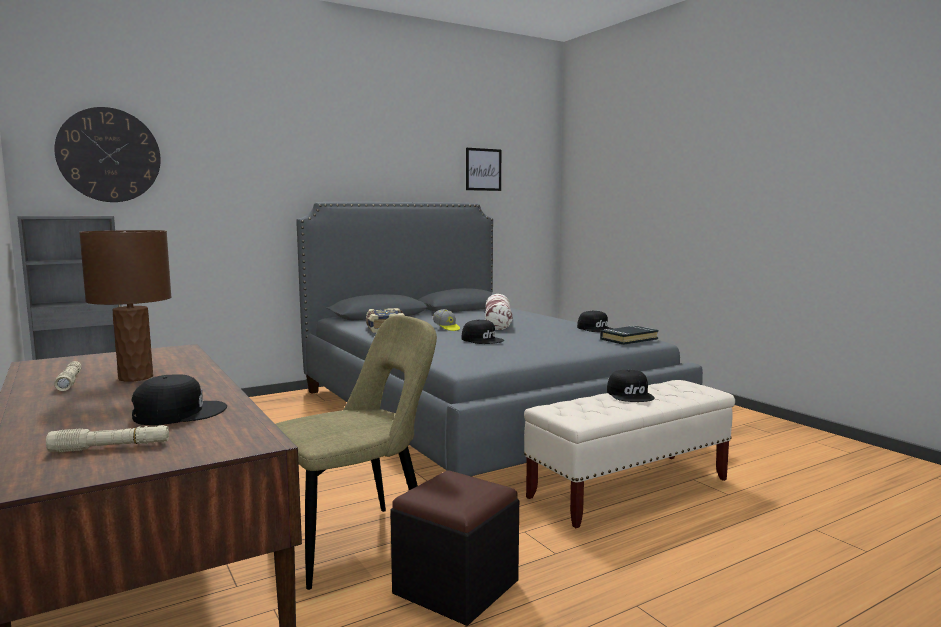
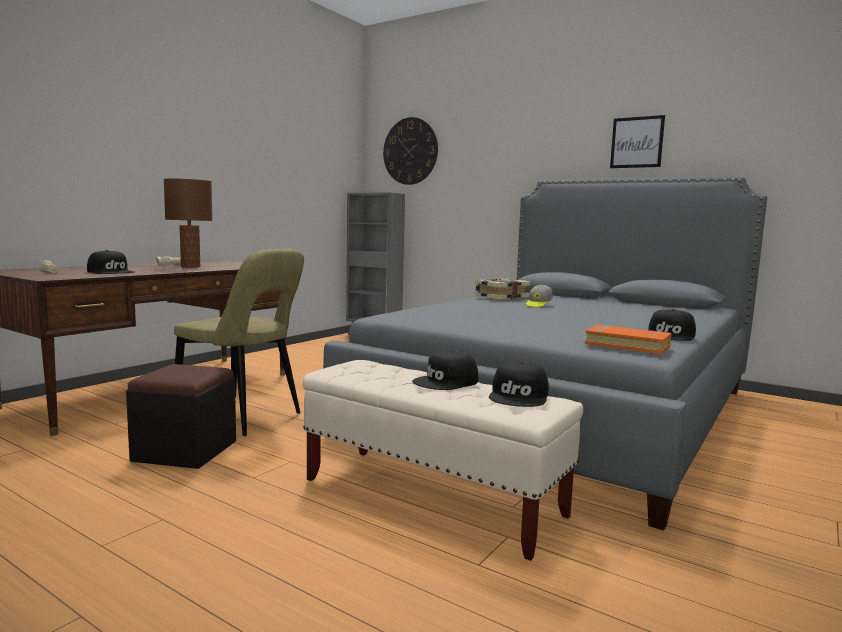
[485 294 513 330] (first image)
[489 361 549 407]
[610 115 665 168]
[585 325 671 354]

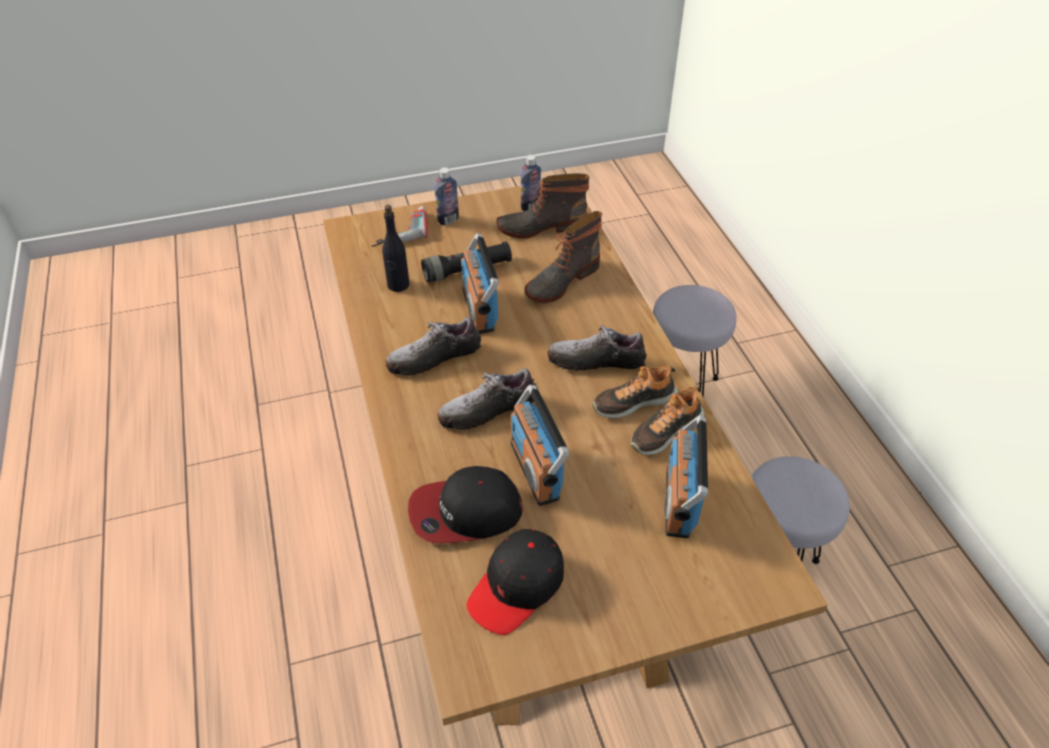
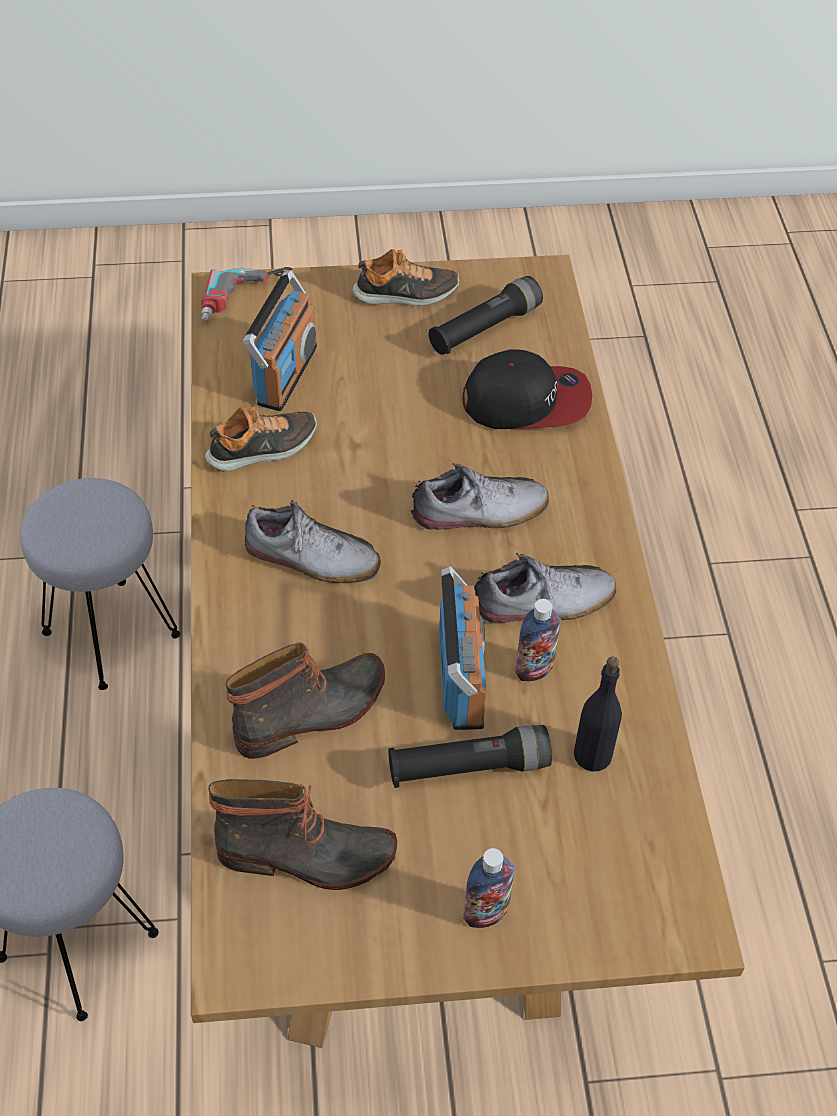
[510 385 569 506] (first image)
[201 267 293 321]
[515 599 561 681]
[353 249 460 306]
[428 276 543 355]

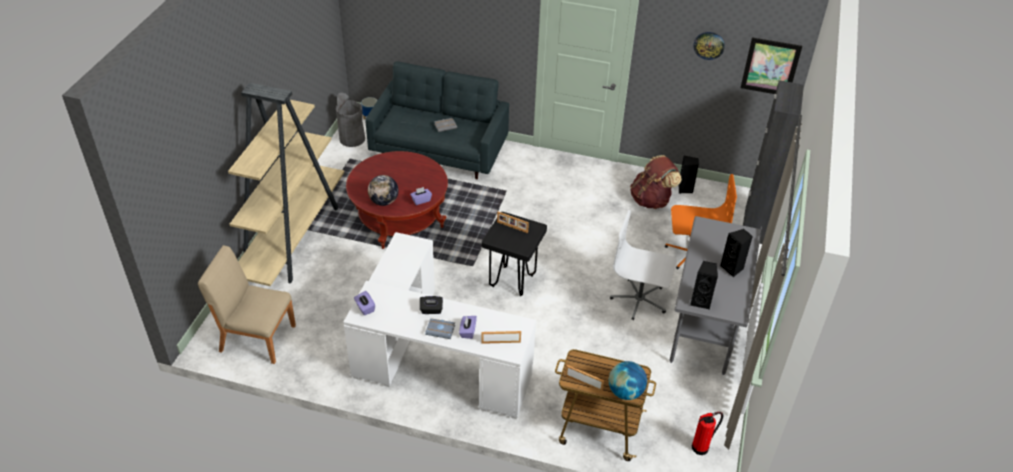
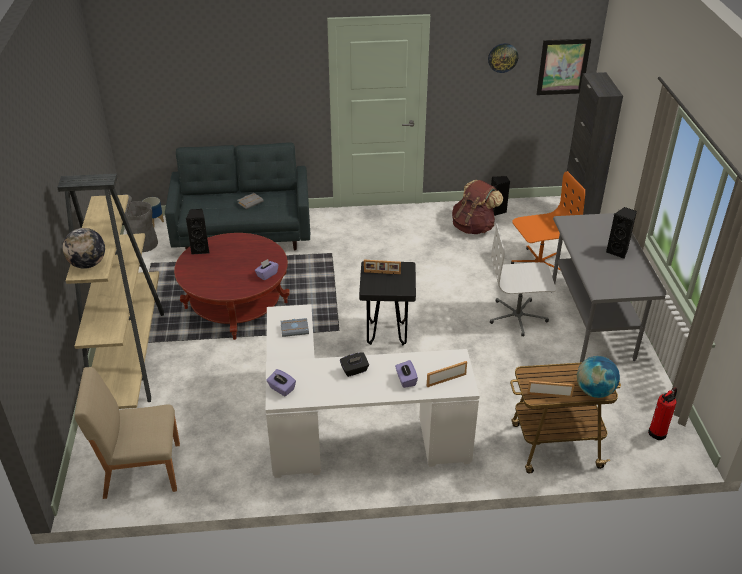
[63 228 105 269]
[281 318 309 337]
[186 209 209 255]

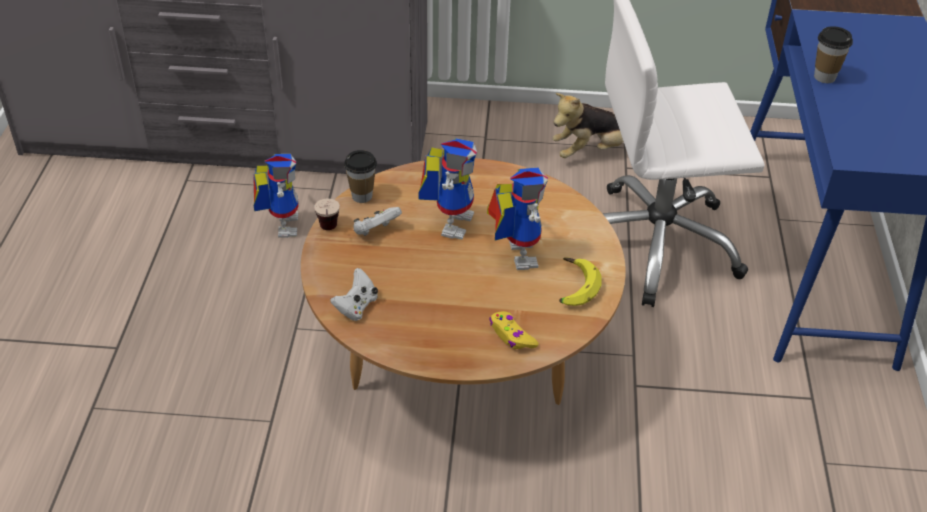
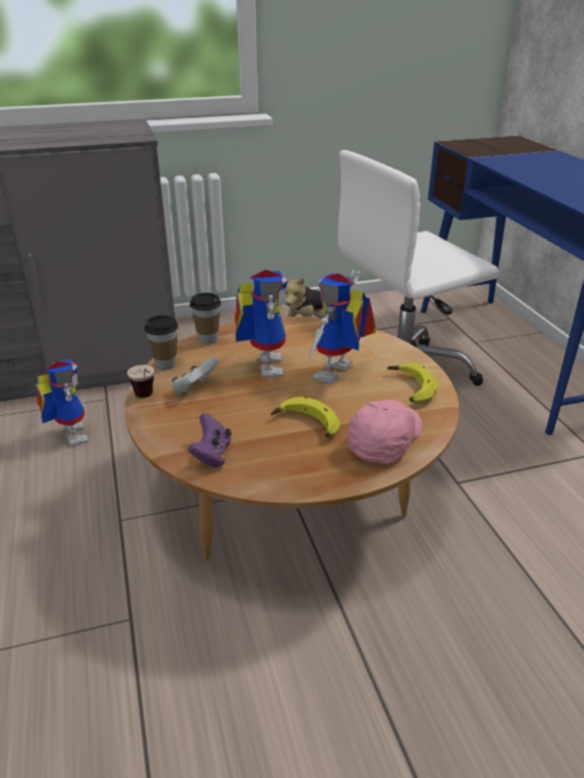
[271 397 340 437]
[190 293 221 344]
[348 400 422 464]
[188 413 231 468]
[308 270 376 384]

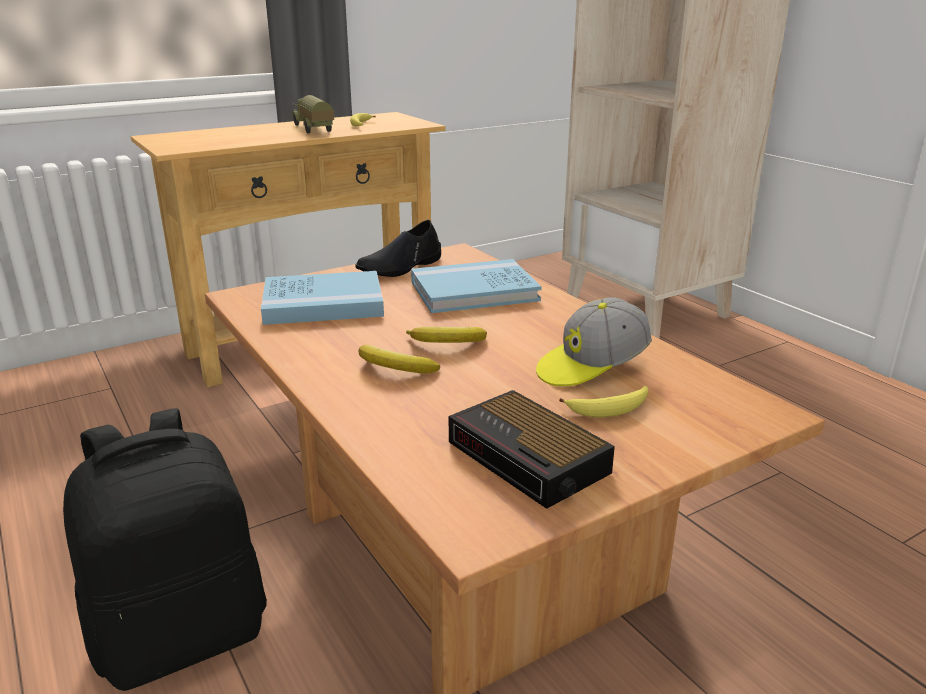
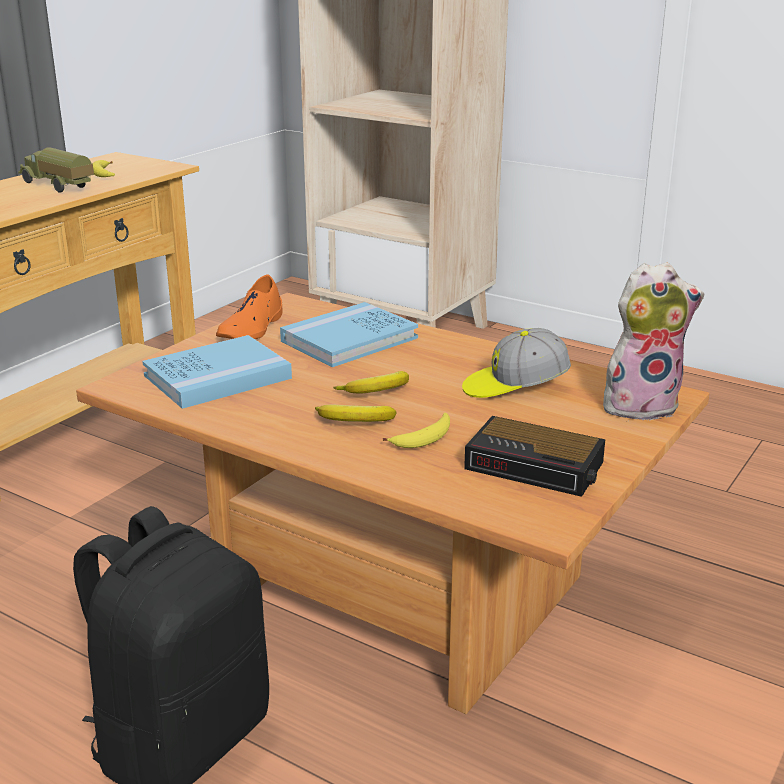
[603 263 704 421]
[383 413 450 448]
[216 274 283 339]
[462 328 571 398]

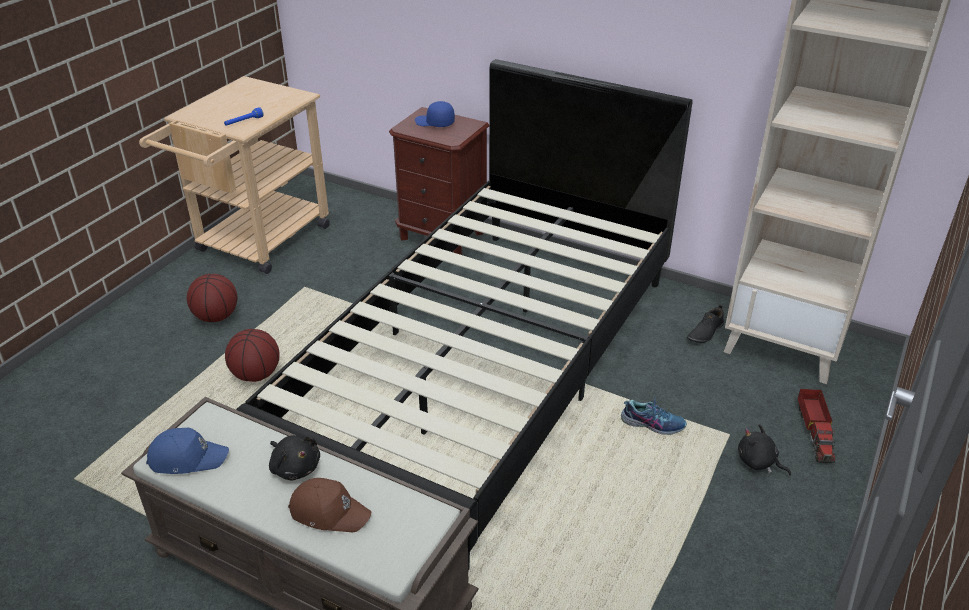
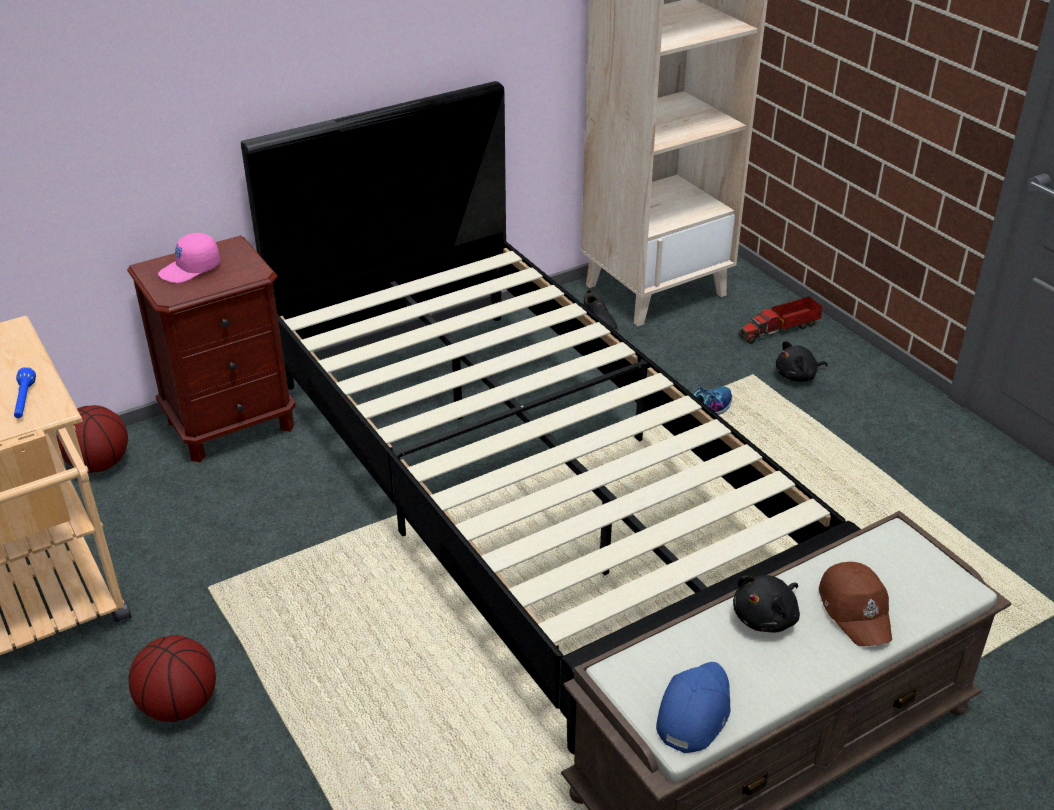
[57 405 128 473]
[158 233 220 283]
[733 575 800 632]
[819 562 892 646]
[738 296 823 344]

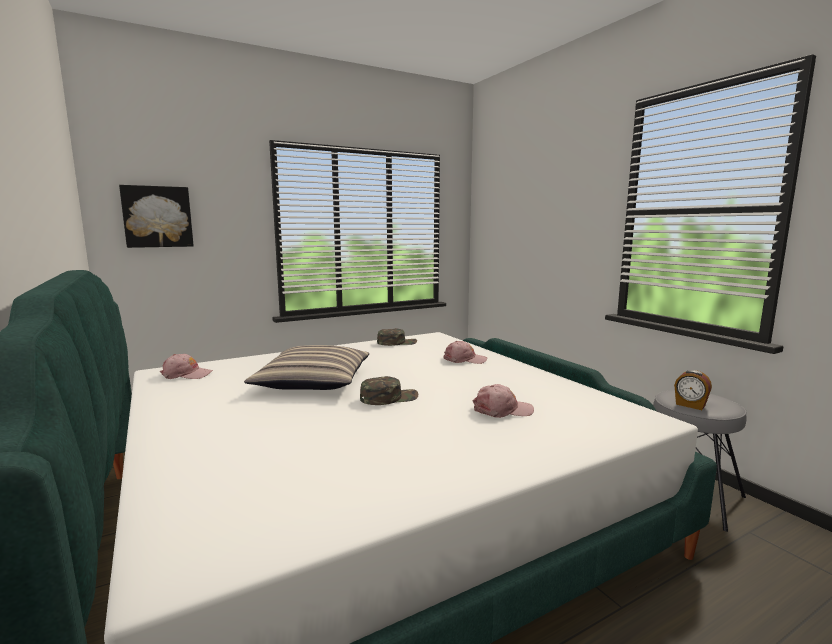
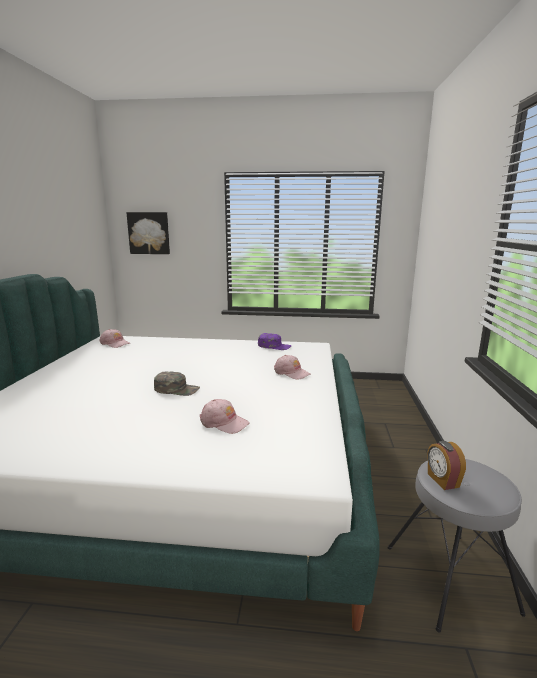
[244 345 369 390] (first image)
[258 333 292 350]

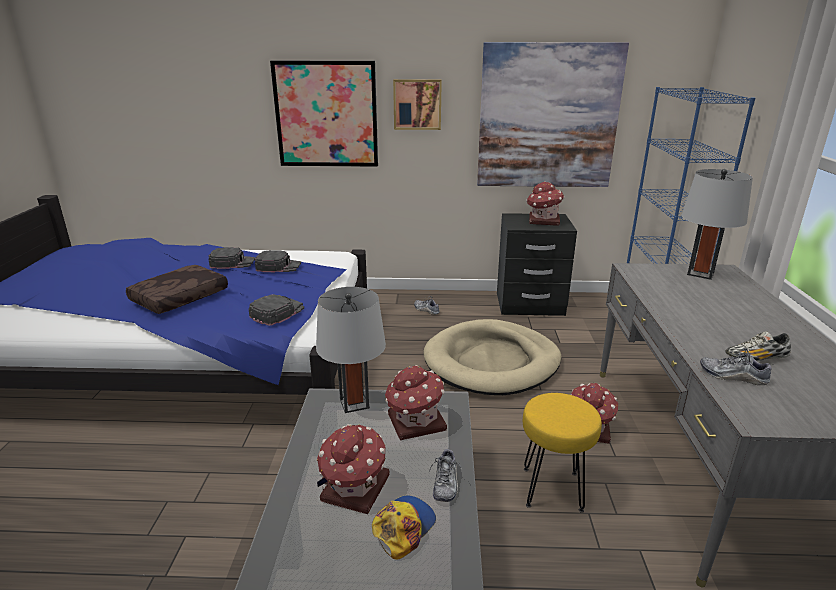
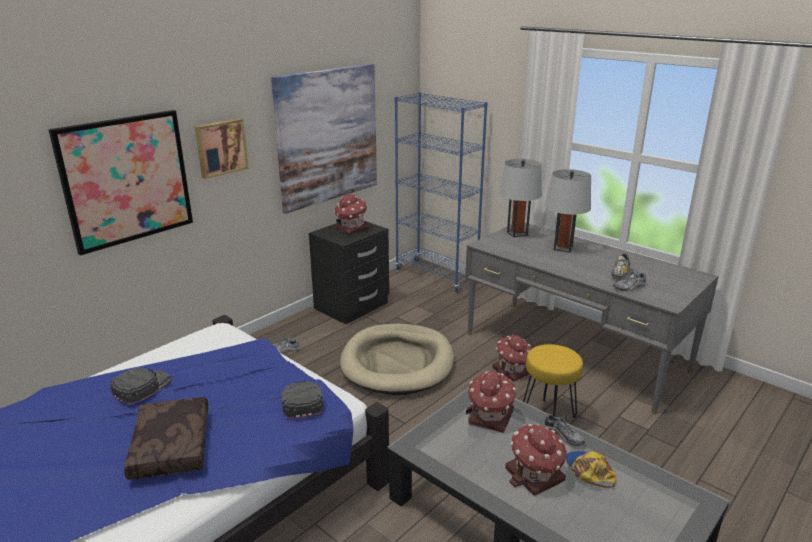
[255 250 301 272] (first image)
[545 169 591 253]

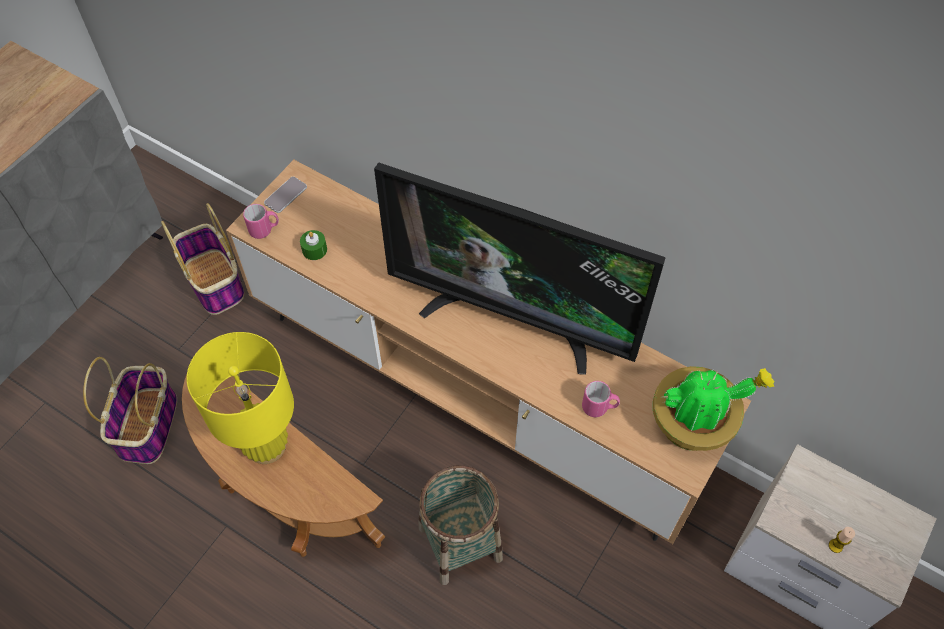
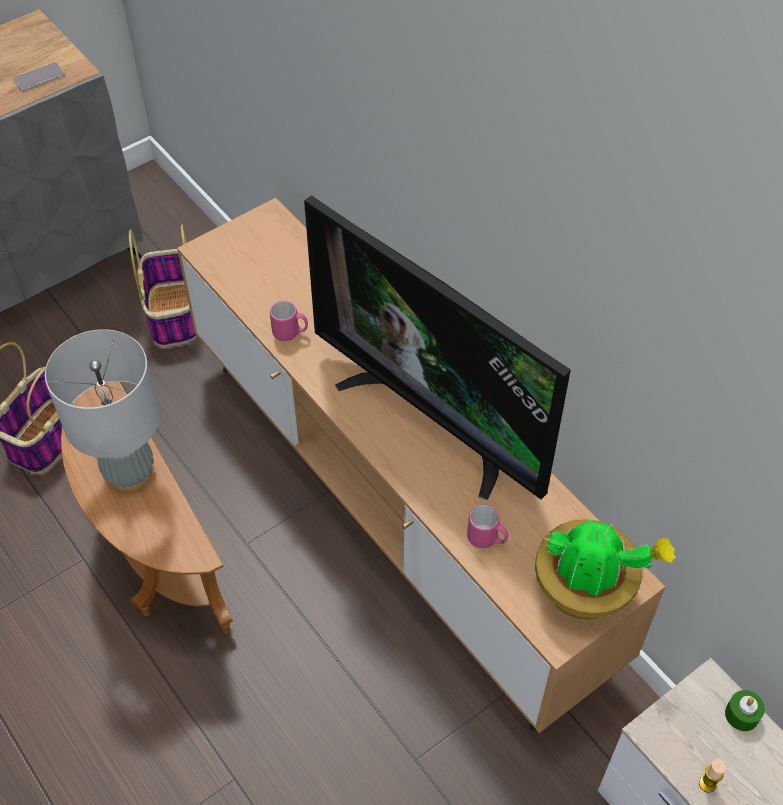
[419 466 503 585] (first image)
[270 301 308 341]
[13 62 65 91]
[725 690 765 731]
[45 329 160 492]

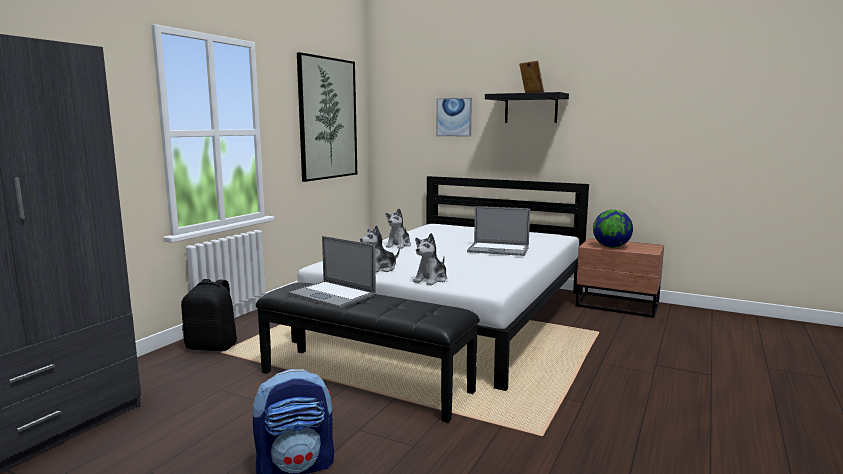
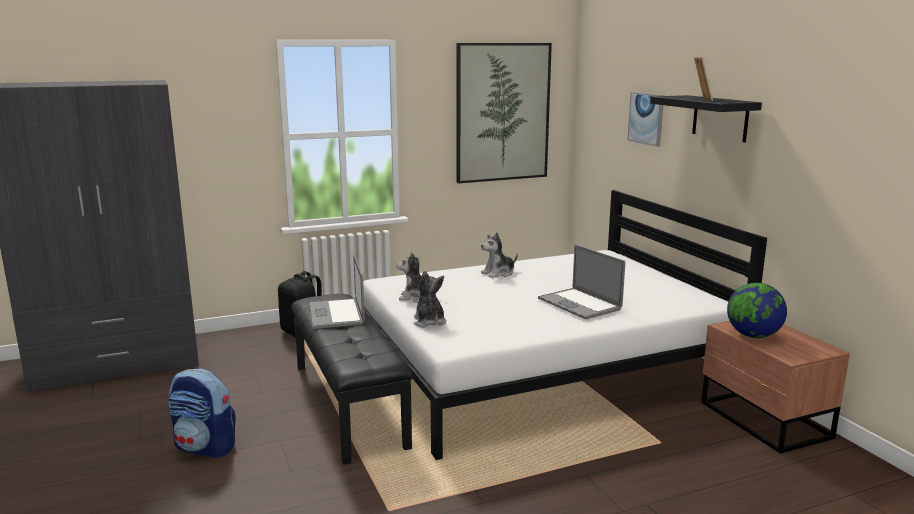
[413 271 446 328]

